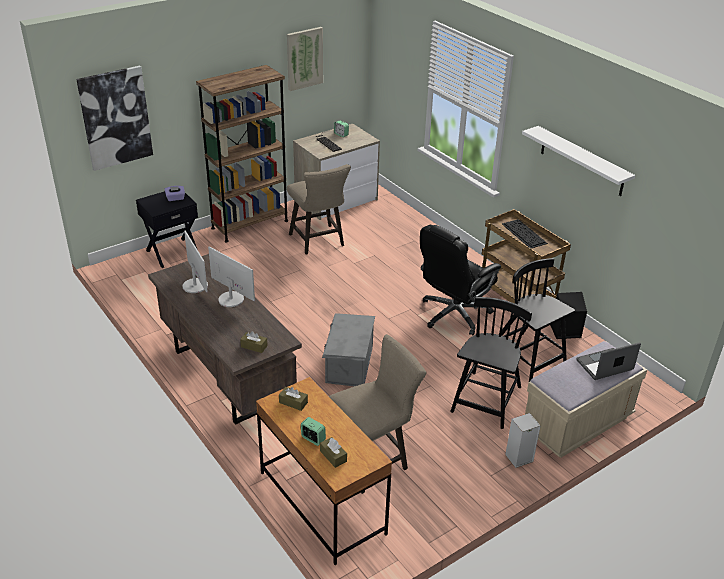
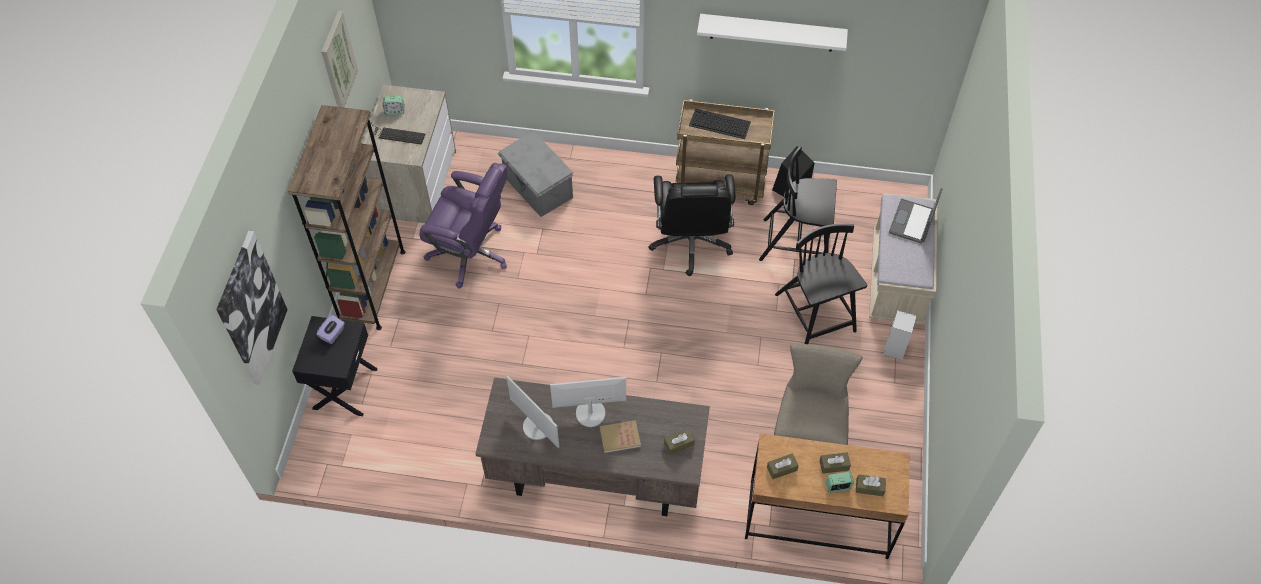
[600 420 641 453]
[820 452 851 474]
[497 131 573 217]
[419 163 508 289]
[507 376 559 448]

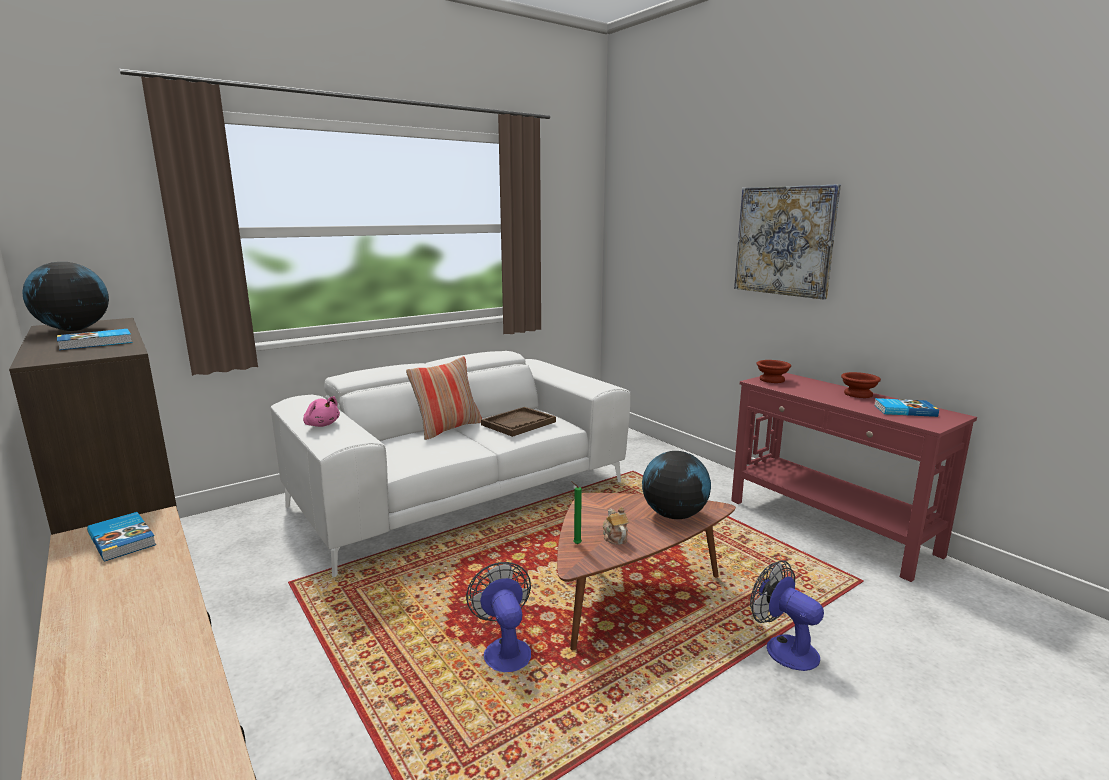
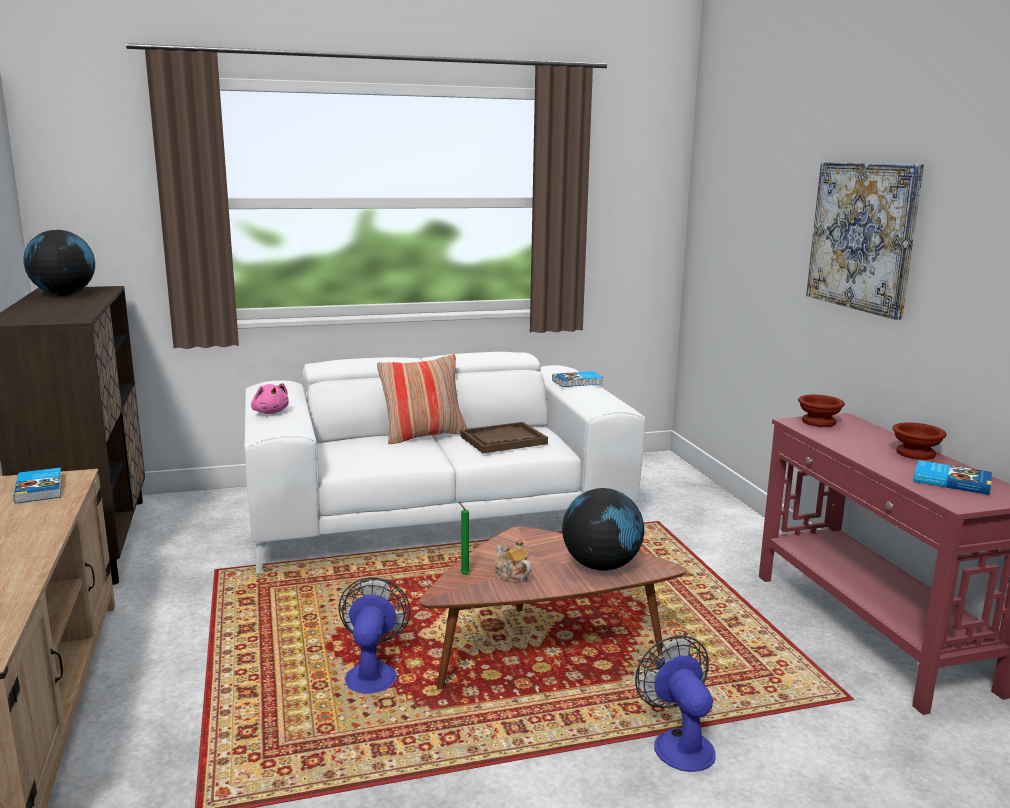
[552 371 604 387]
[495 539 531 583]

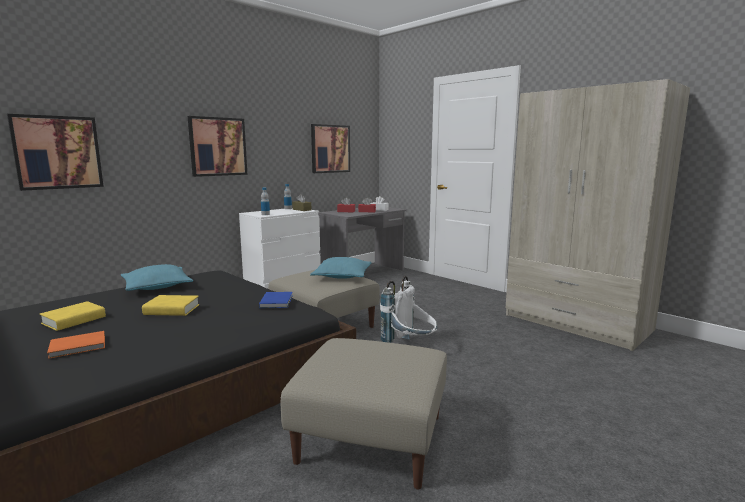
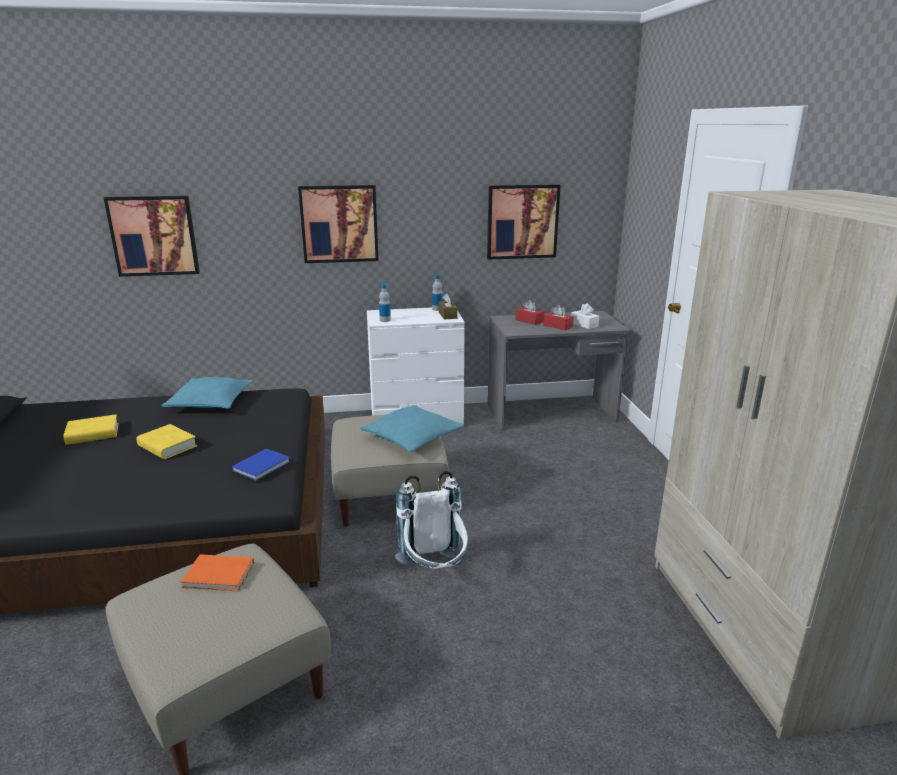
[180 554 254 591]

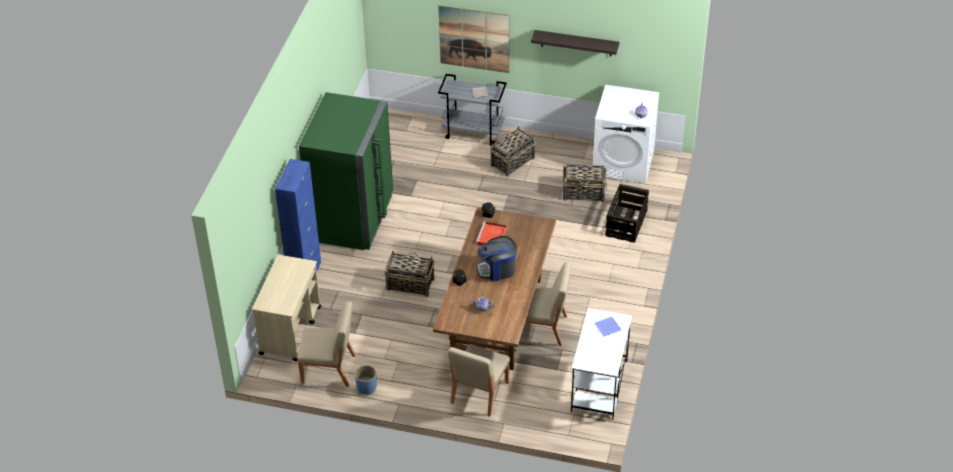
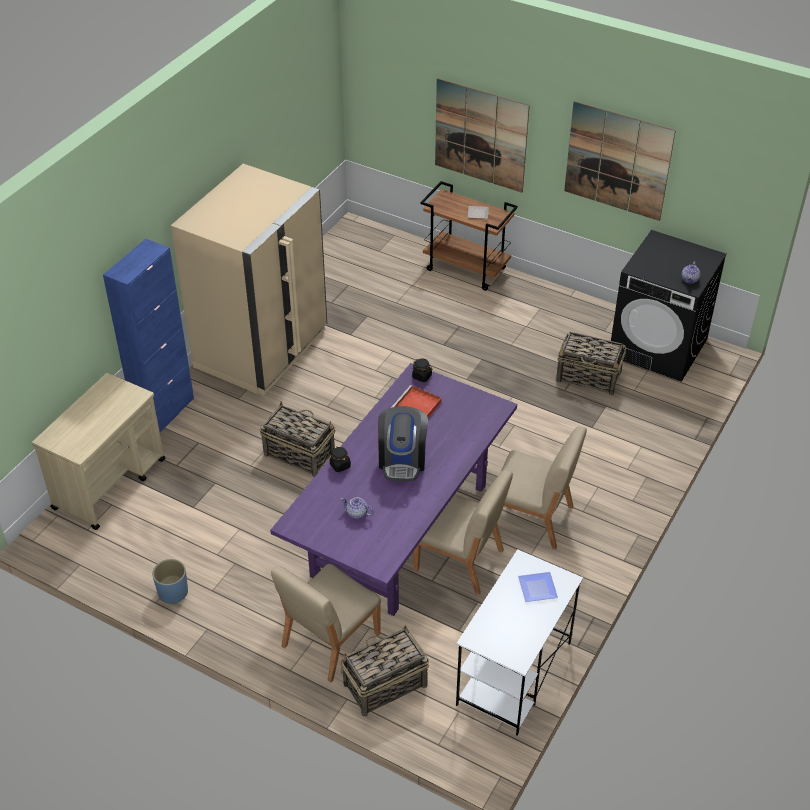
[605 184 649 243] (first image)
[500 426 587 550]
[340 625 429 716]
[564 101 676 221]
[171 164 327 395]
[270 363 517 616]
[420 181 518 291]
[611 230 727 382]
[378 406 428 482]

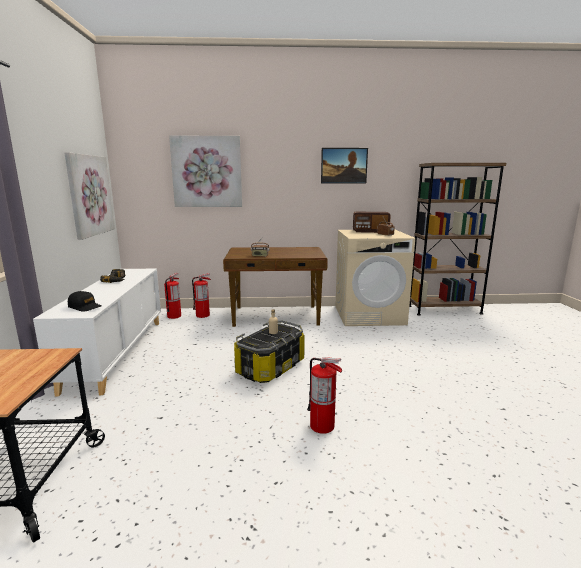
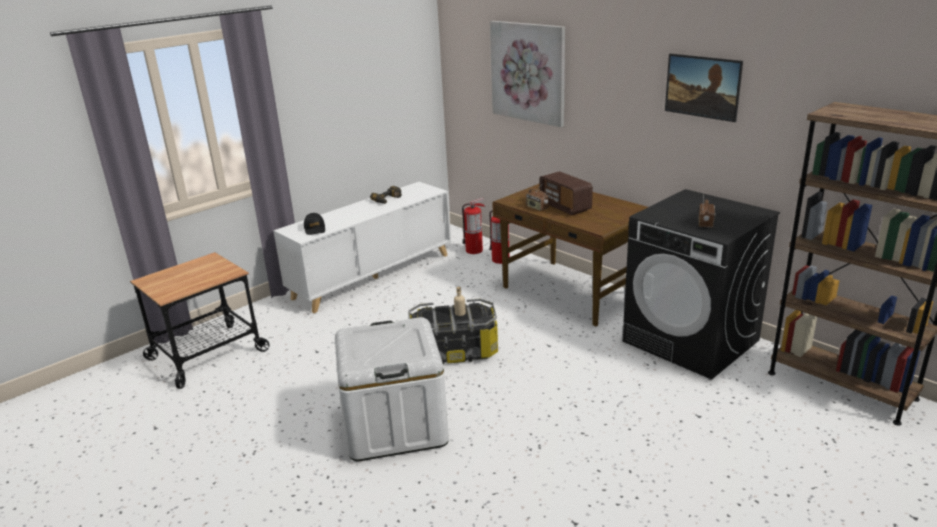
[64 152 115 240] (first image)
[540 171 593 215]
[335 317 449 461]
[623 189 780 380]

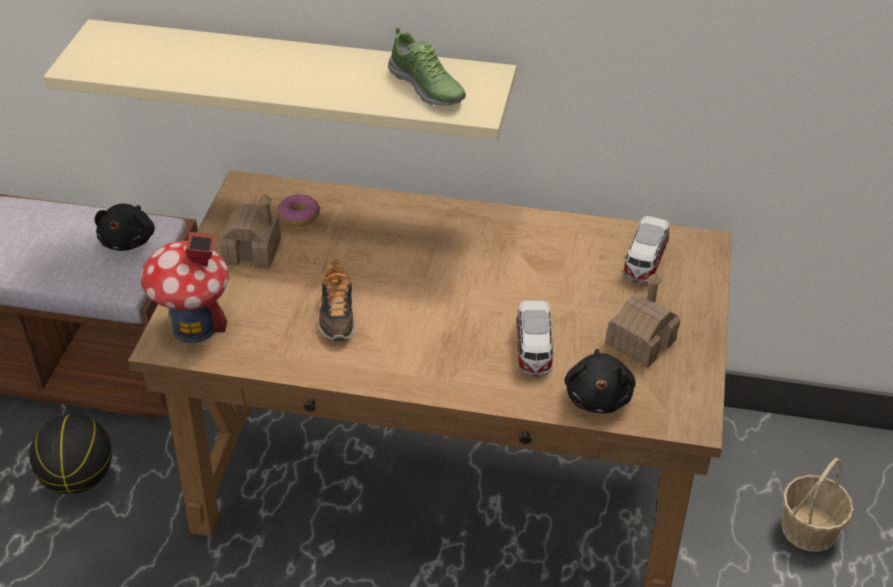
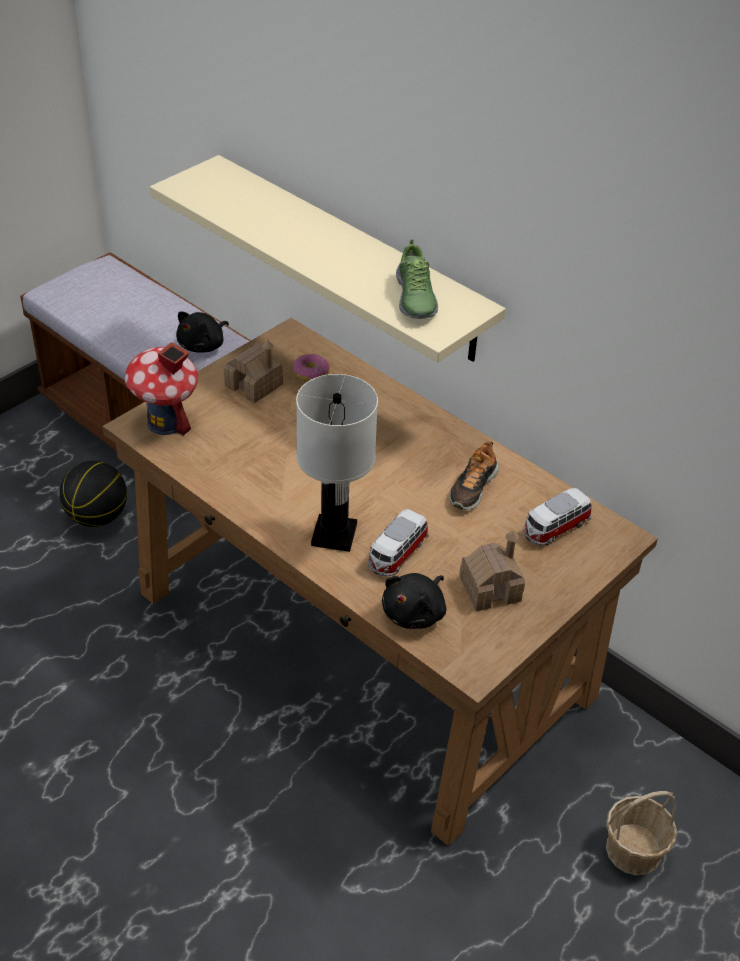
[296 374 378 552]
[449 442 499 510]

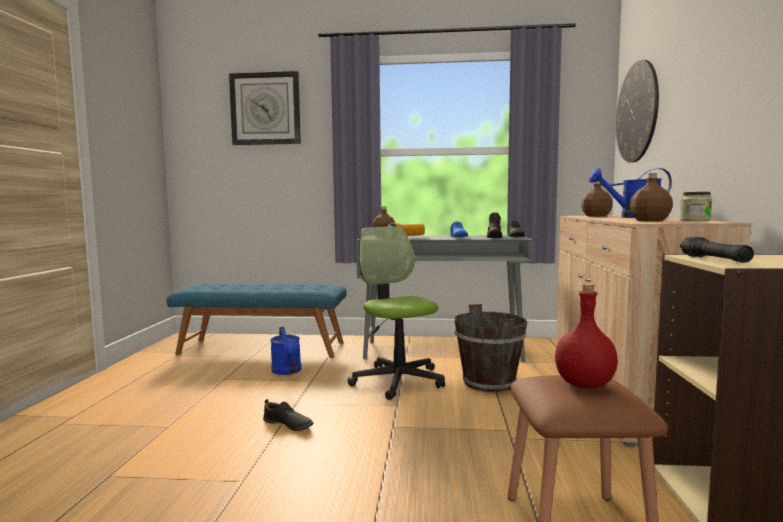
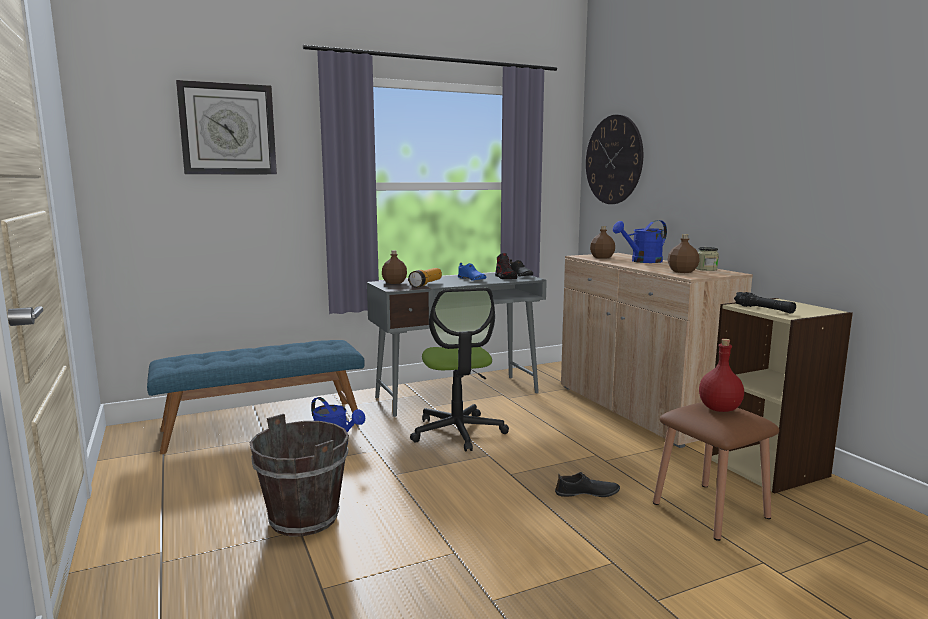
[555 472 620 497]
[250 414 349 537]
[410 288 509 452]

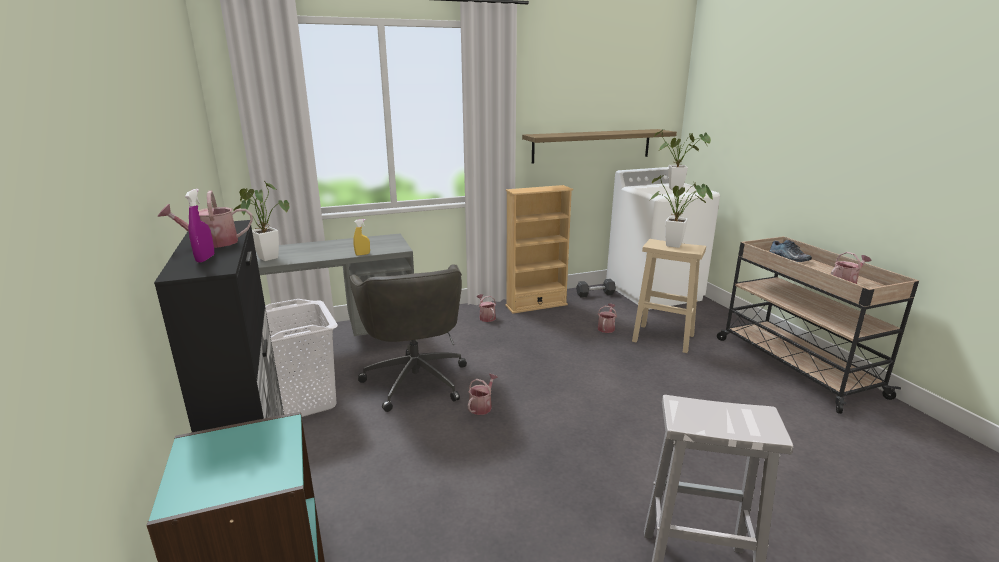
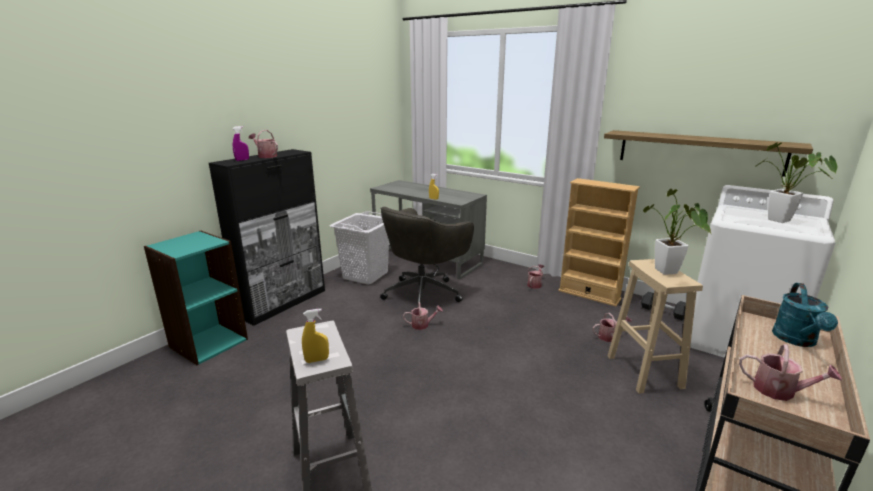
[233 181 289 261] (first image)
[302 309 329 363]
[772 283 838 347]

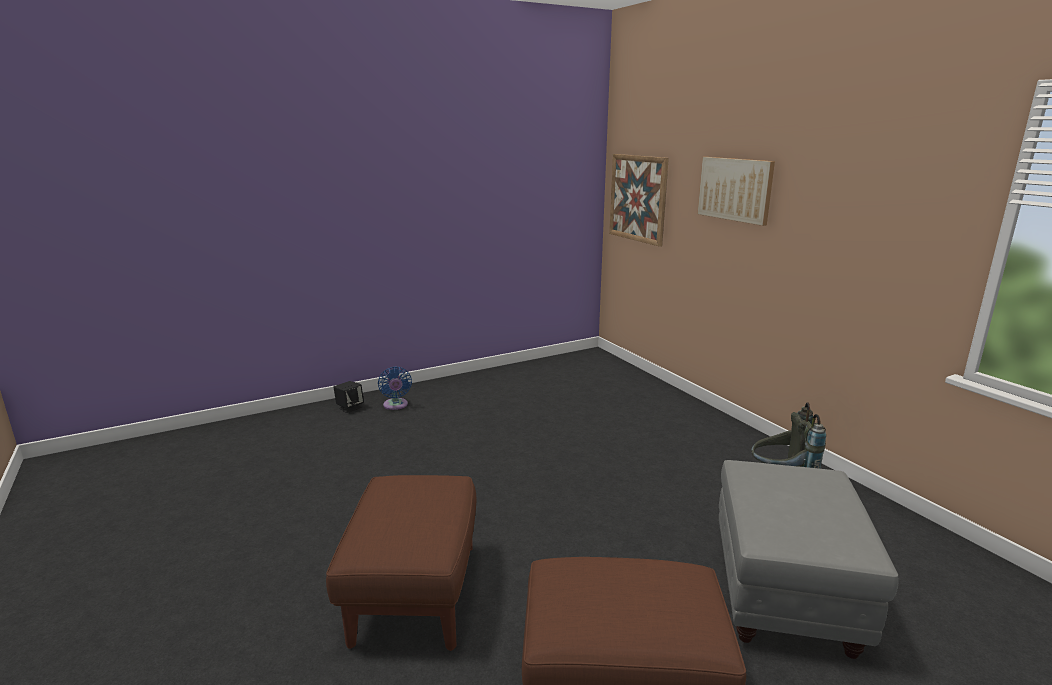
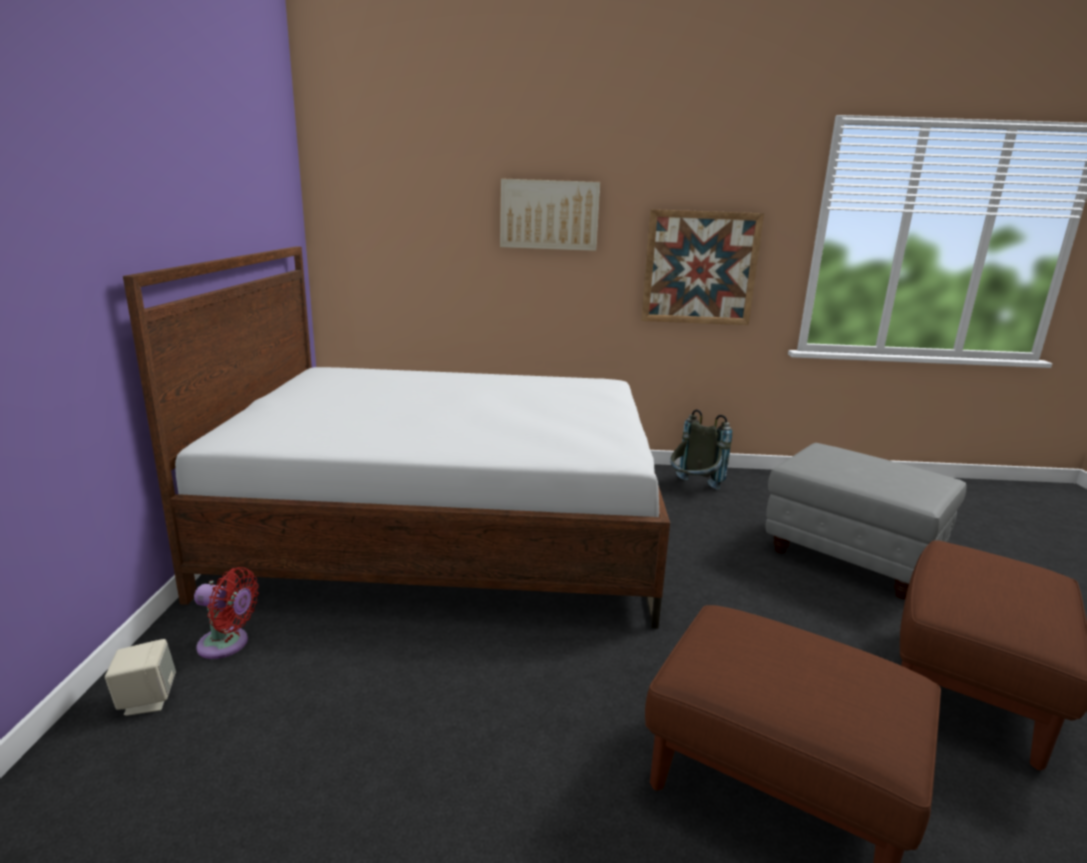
[123 246 670 629]
[641 209 764 325]
[105 639 176 716]
[194 567 259 659]

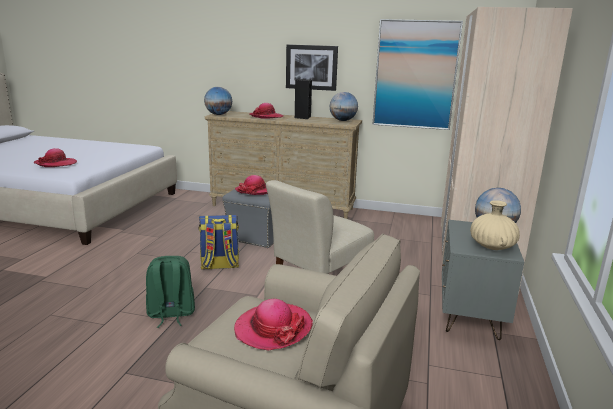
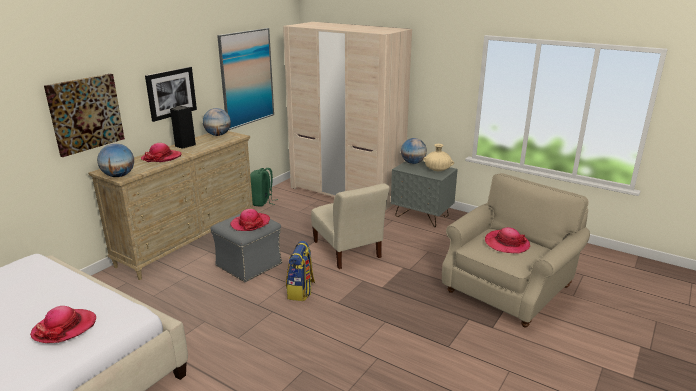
[44 74 125 157]
[250 168 278 207]

